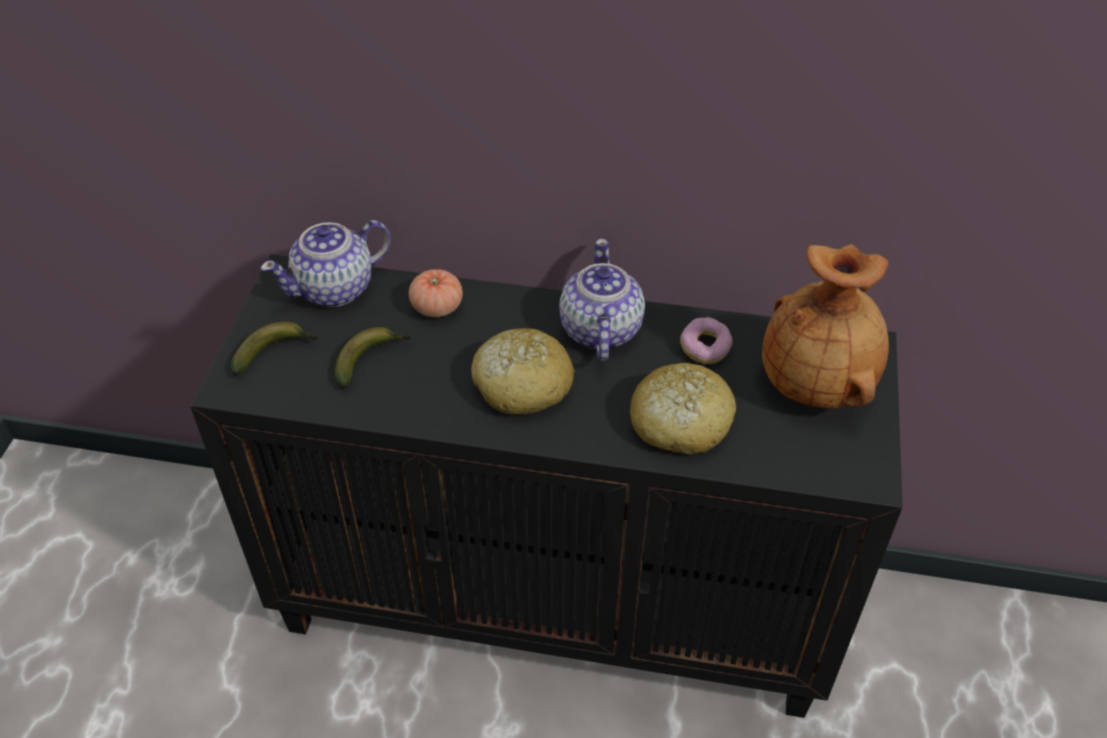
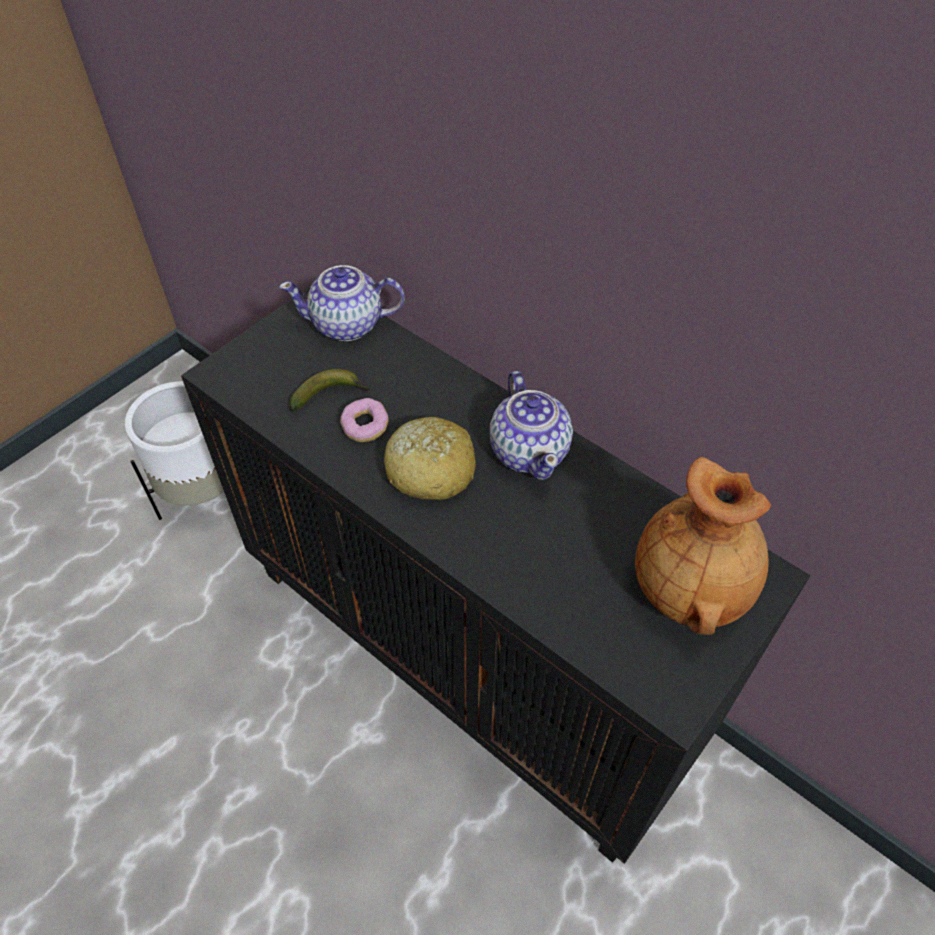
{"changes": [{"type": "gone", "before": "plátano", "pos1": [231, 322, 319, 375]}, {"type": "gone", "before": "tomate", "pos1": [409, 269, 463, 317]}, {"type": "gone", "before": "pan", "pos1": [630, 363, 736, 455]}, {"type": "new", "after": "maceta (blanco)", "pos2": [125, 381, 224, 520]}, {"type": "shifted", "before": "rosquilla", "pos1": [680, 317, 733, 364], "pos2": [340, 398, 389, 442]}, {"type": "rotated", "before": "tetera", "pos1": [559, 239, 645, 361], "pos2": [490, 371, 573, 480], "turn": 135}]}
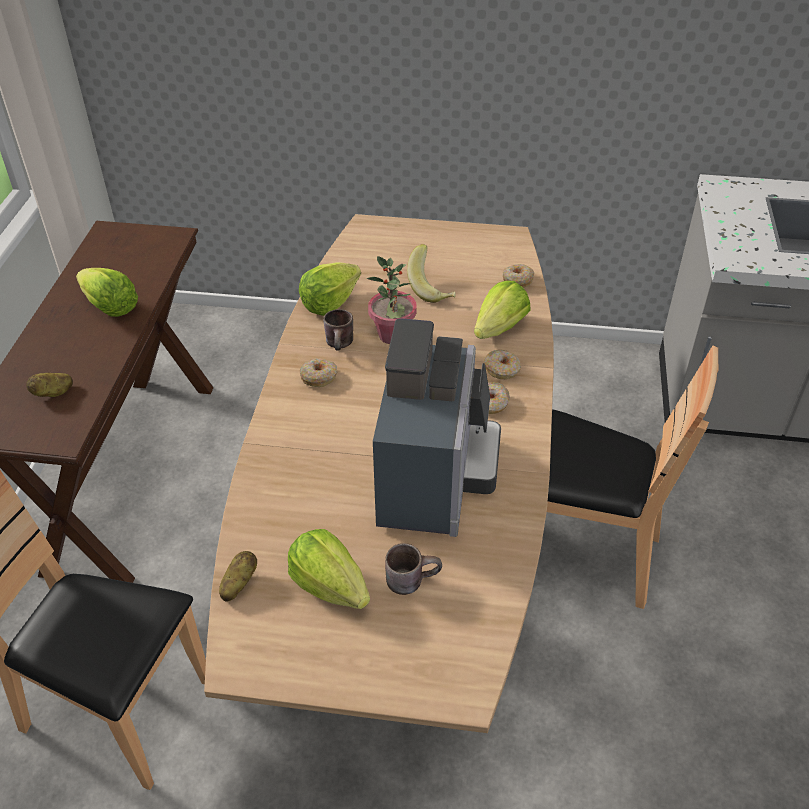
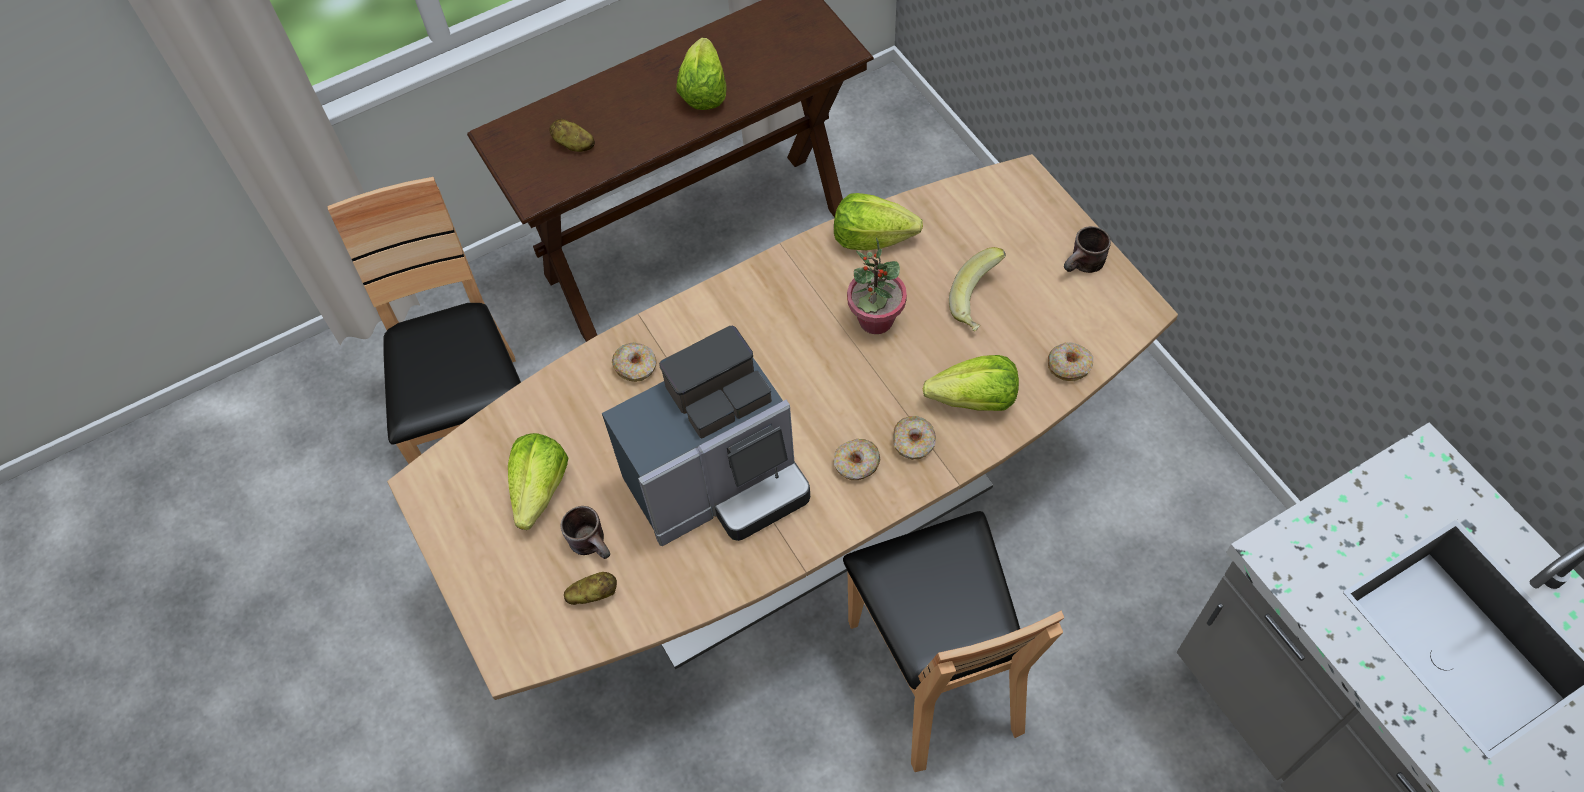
{"changes": [{"type": "shifted", "before": "patata", "pos1": [219, 551, 257, 602], "pos2": [564, 572, 617, 605]}, {"type": "shifted", "before": "rosquilla", "pos1": [299, 358, 337, 387], "pos2": [612, 342, 657, 382]}, {"type": "shifted", "before": "taza grande (marrón)", "pos1": [323, 309, 353, 351], "pos2": [1064, 226, 1111, 273]}]}
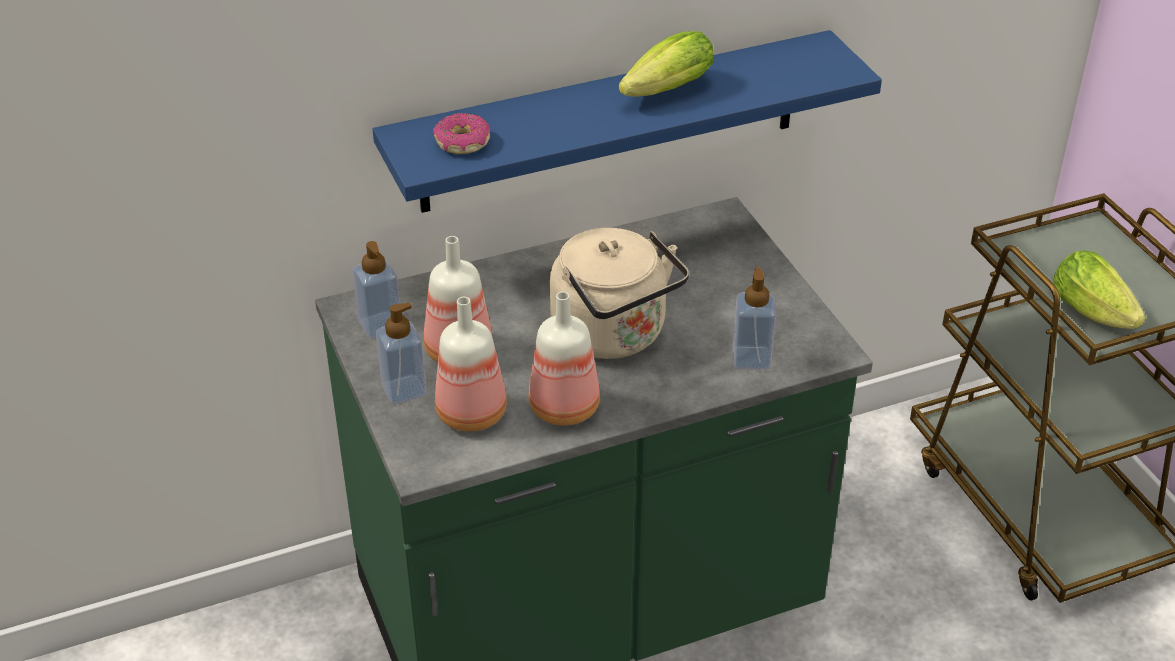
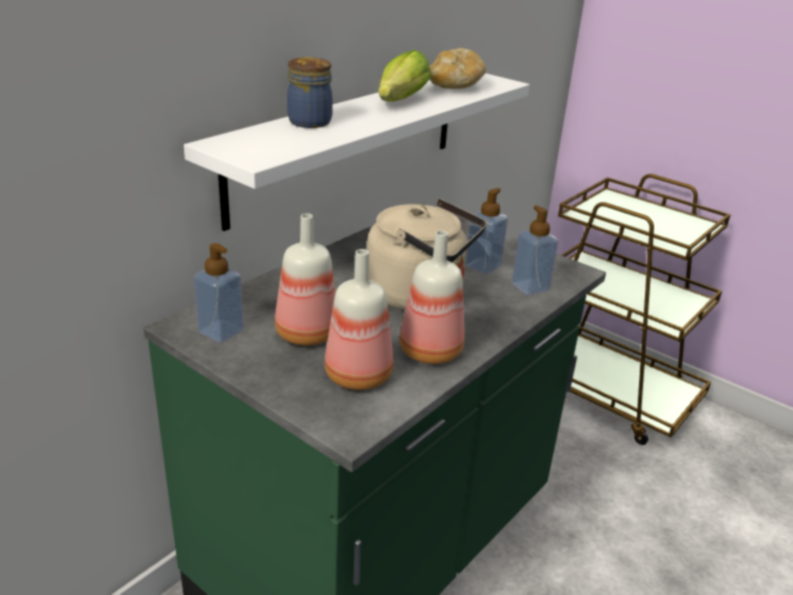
{"changes": [{"type": "gone", "before": "rosquilla", "pos1": [433, 113, 490, 154]}, {"type": "gone", "before": "lechuga", "pos1": [1053, 250, 1146, 329]}, {"type": "new", "after": "tarro", "pos2": [287, 57, 333, 128]}, {"type": "new", "after": "pan", "pos2": [430, 48, 486, 89]}, {"type": "shifted", "before": "dispensador de jabón", "pos1": [376, 303, 426, 404], "pos2": [465, 188, 508, 274]}, {"type": "repainted", "before": "estante (azul)", "after": "estante (blanco)", "pos1": [372, 30, 882, 213], "pos2": [184, 73, 530, 231]}]}
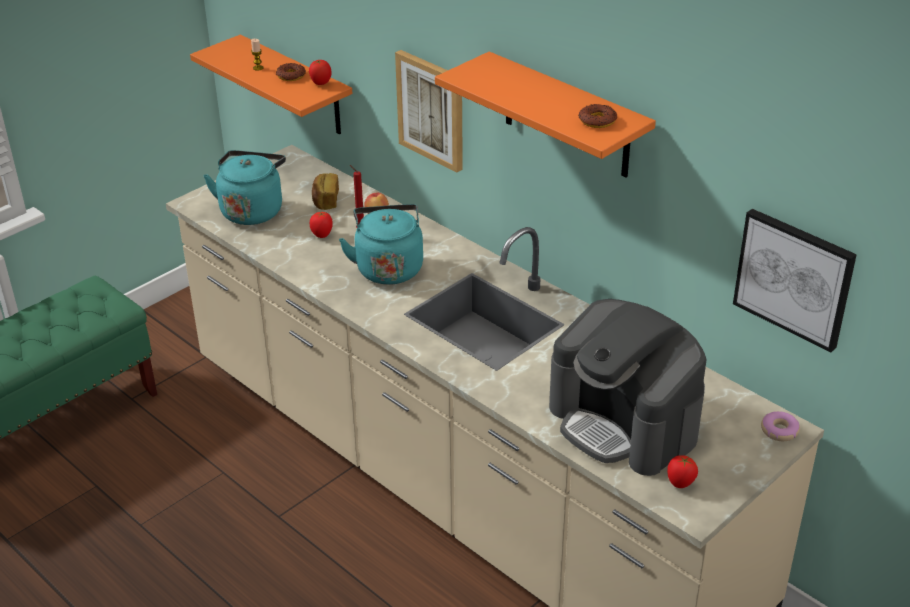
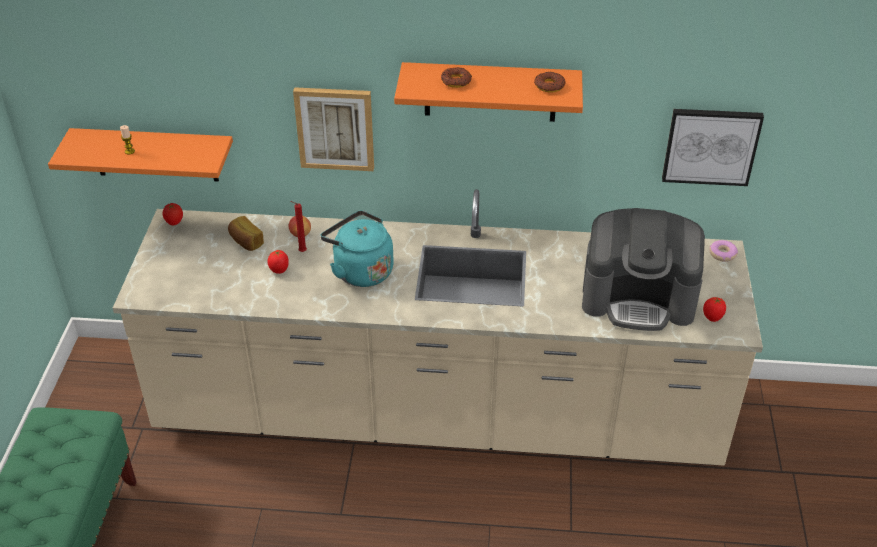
{"changes": [{"type": "gone", "before": "hervidor (turquesa)", "pos1": [203, 150, 286, 225]}, {"type": "shifted", "before": "rosquilla", "pos1": [275, 63, 306, 81], "pos2": [441, 67, 472, 88]}, {"type": "shifted", "before": "tomate", "pos1": [309, 60, 332, 85], "pos2": [163, 203, 183, 225]}]}
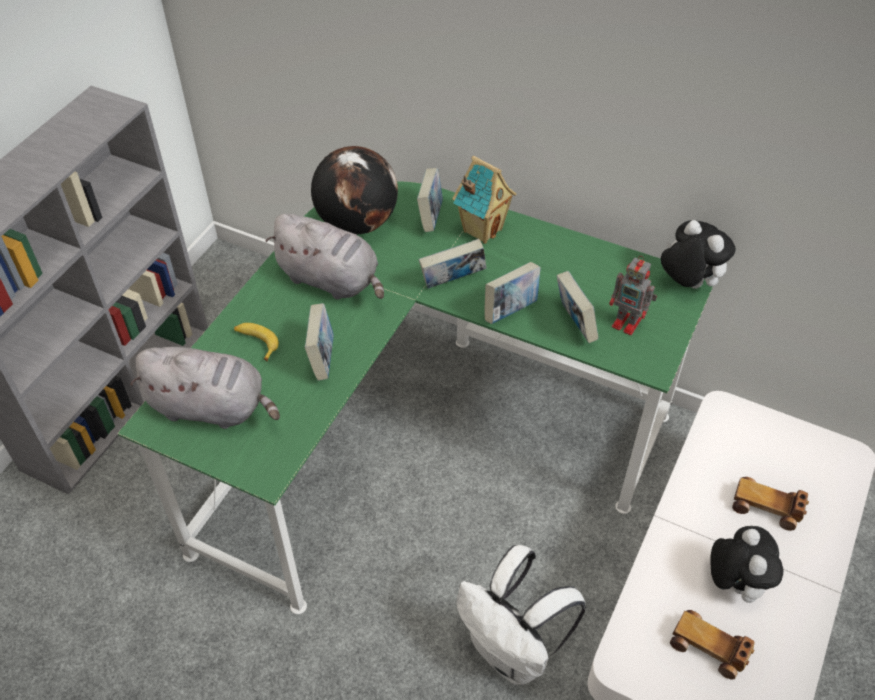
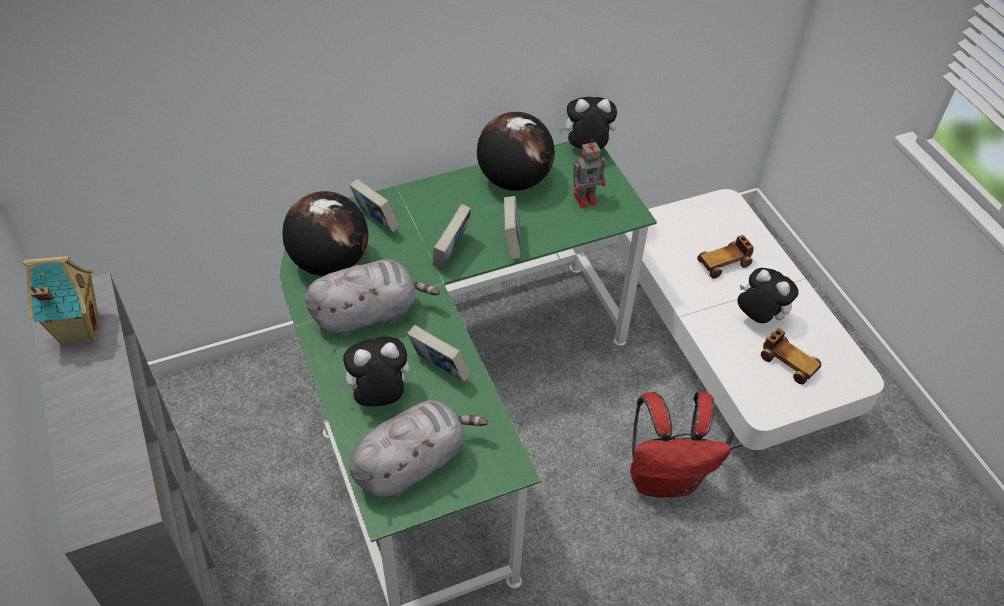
{"changes": [{"type": "gone", "before": "libro", "pos1": [557, 271, 599, 343]}, {"type": "new", "after": "globo terráqueo", "pos2": [477, 112, 555, 191]}, {"type": "shifted", "before": "casita", "pos1": [452, 156, 516, 244], "pos2": [23, 256, 98, 344]}, {"type": "swapped", "before": "plátano", "after": "peluche", "pos1": [234, 323, 279, 362], "pos2": [339, 336, 409, 406]}, {"type": "repainted", "before": "mochila (blanco)", "after": "mochila (rojo)", "pos1": [456, 545, 586, 685], "pos2": [630, 391, 731, 497]}, {"type": "rotated", "before": "coche de juguete", "pos1": [670, 610, 755, 679], "pos2": [761, 328, 821, 385], "turn": -120}]}
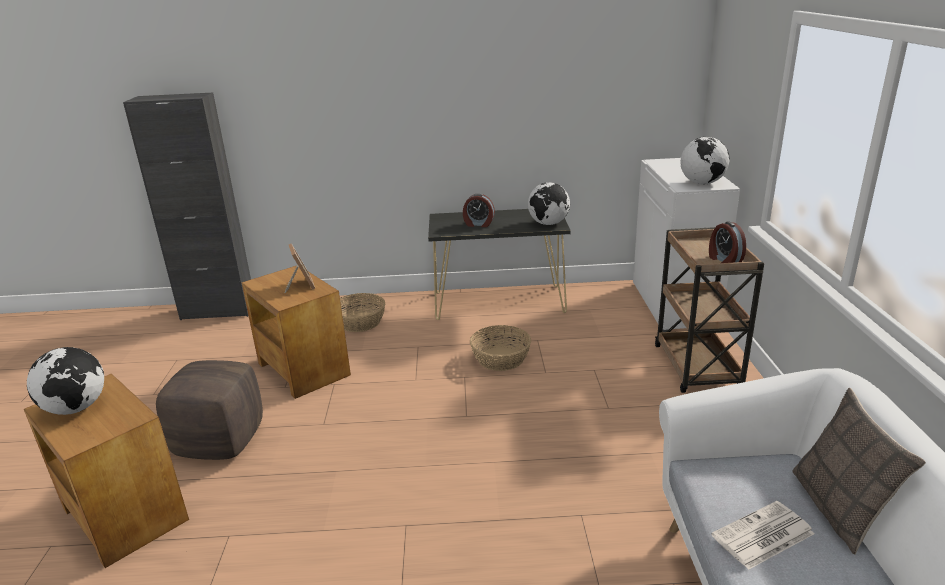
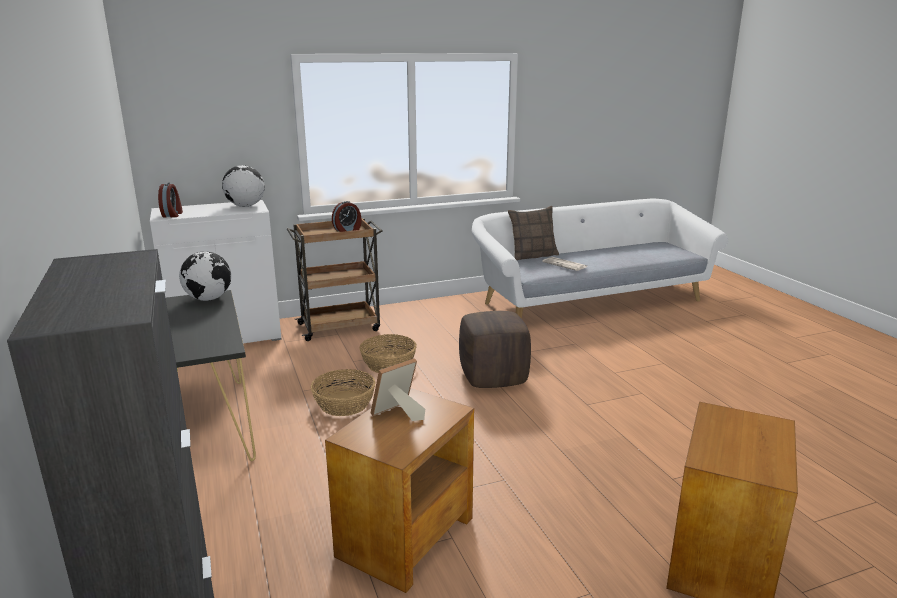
{"changes": [{"type": "gone", "before": "globo terráqueo", "pos1": [27, 347, 104, 415]}, {"type": "shifted", "before": "puf (marrón)", "pos1": [156, 360, 263, 460], "pos2": [459, 311, 531, 388]}, {"type": "shifted", "before": "cesta", "pos1": [340, 293, 385, 332], "pos2": [360, 334, 417, 373]}, {"type": "shifted", "before": "despertador", "pos1": [463, 194, 495, 227], "pos2": [158, 183, 183, 218]}]}
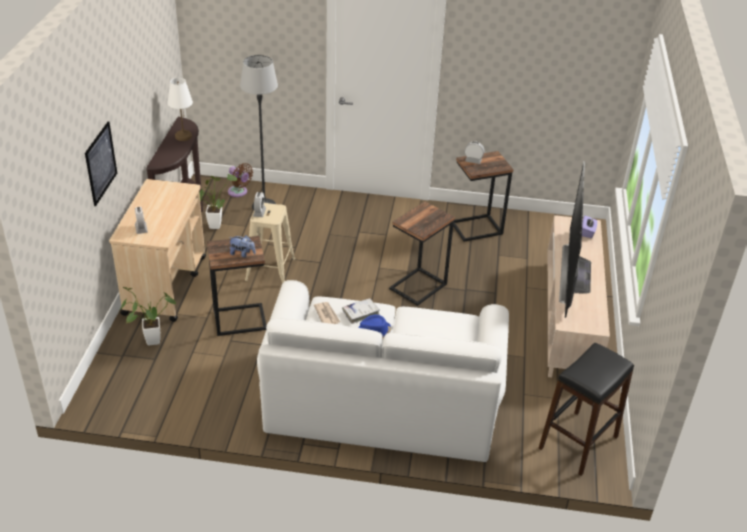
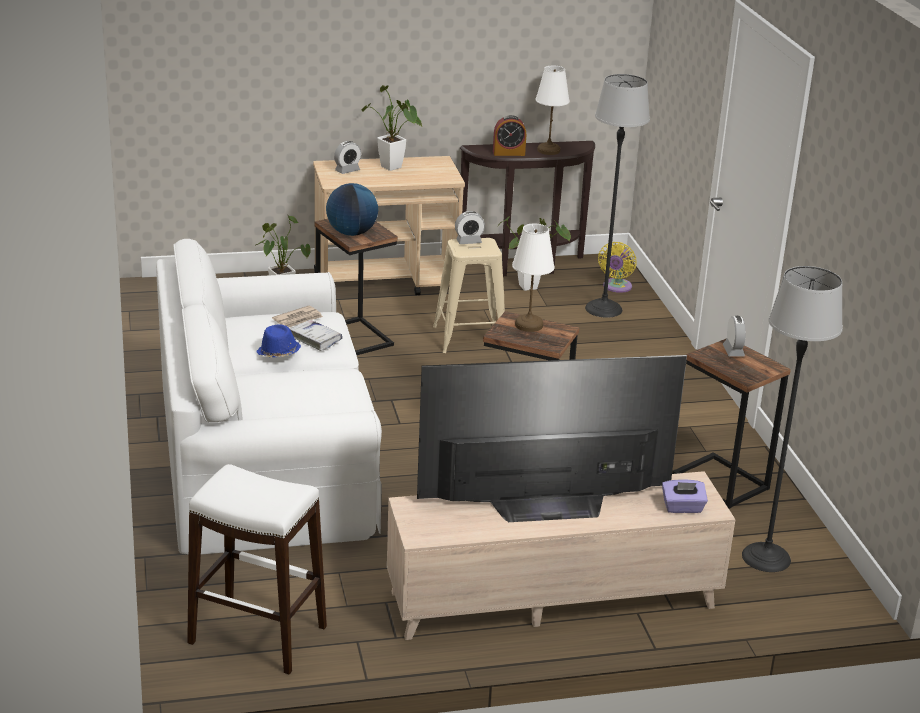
{"changes": [{"type": "gone", "before": "cuadro", "pos1": [85, 121, 117, 206]}, {"type": "new", "after": "planta en maceta", "pos2": [361, 85, 422, 171]}, {"type": "new", "after": "despertador", "pos2": [493, 115, 526, 156]}, {"type": "new", "after": "lámpara de mesa (blanco)", "pos2": [512, 223, 555, 332]}, {"type": "new", "after": "lámpara de pie", "pos2": [742, 266, 843, 572]}, {"type": "swapped", "before": "peluche", "after": "globo terráqueo", "pos1": [229, 235, 256, 258], "pos2": [326, 183, 378, 236]}, {"type": "repainted", "before": "ventilador (marrón)", "after": "ventilador (amarillo)", "pos1": [228, 163, 253, 197], "pos2": [598, 242, 637, 293]}, {"type": "repainted", "before": "taburete (negro)", "after": "taburete (blanco)", "pos1": [539, 343, 634, 476], "pos2": [187, 464, 327, 675]}]}
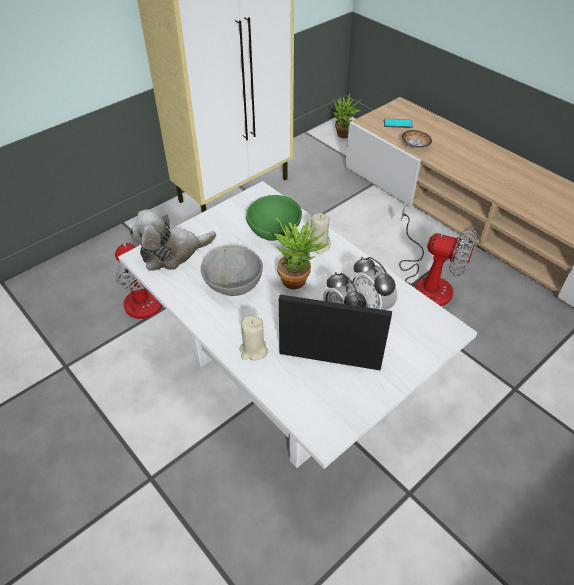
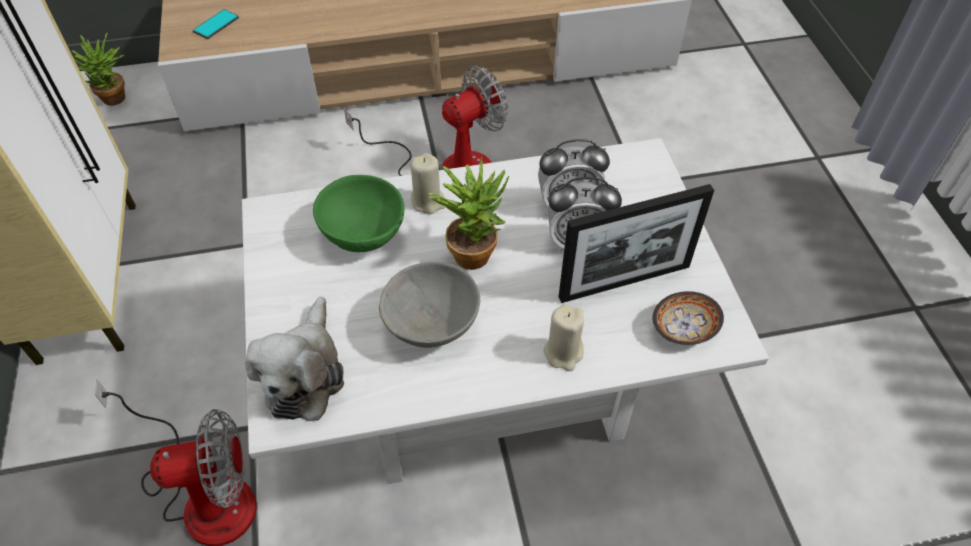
{"changes": [{"type": "shifted", "before": "cuenco", "pos1": [402, 130, 432, 148], "pos2": [653, 291, 724, 345]}, {"type": "rotated", "before": "portarretratos", "pos1": [279, 295, 392, 370], "pos2": [559, 184, 714, 303], "turn": -150}]}
